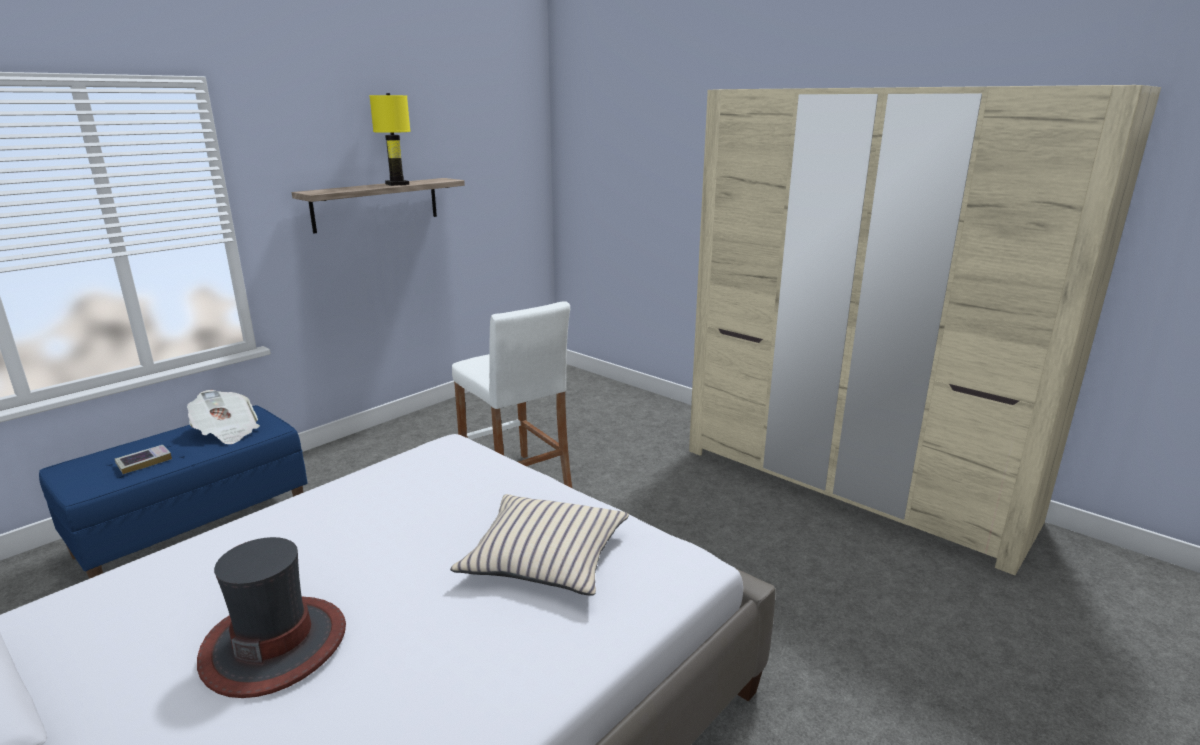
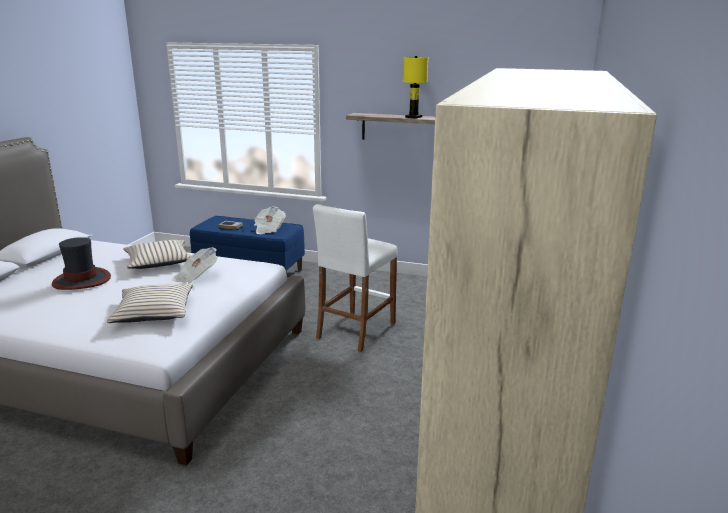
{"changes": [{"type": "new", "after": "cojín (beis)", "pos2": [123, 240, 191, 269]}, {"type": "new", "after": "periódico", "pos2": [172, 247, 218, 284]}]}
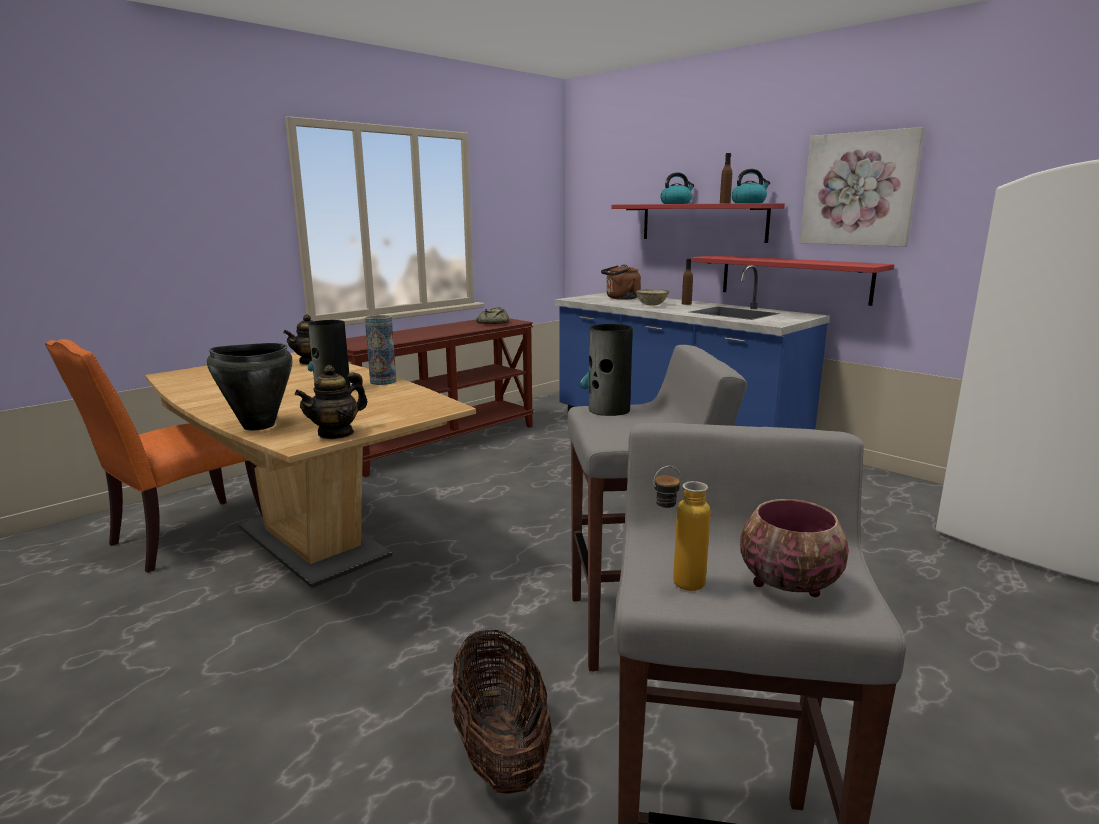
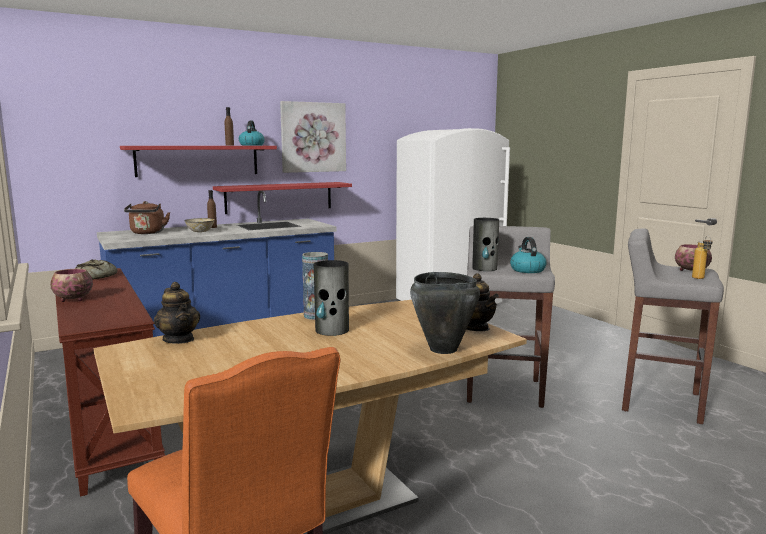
{"changes": [{"type": "gone", "before": "cesta", "pos1": [451, 629, 552, 794]}, {"type": "new", "after": "cuenco", "pos2": [50, 269, 93, 302]}, {"type": "shifted", "before": "hervidor", "pos1": [660, 172, 694, 204], "pos2": [510, 237, 547, 273]}]}
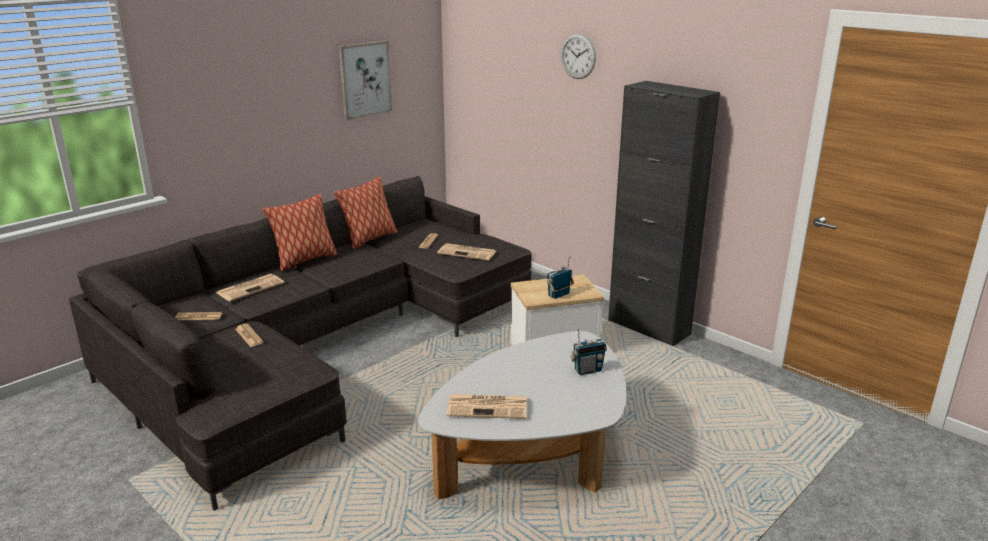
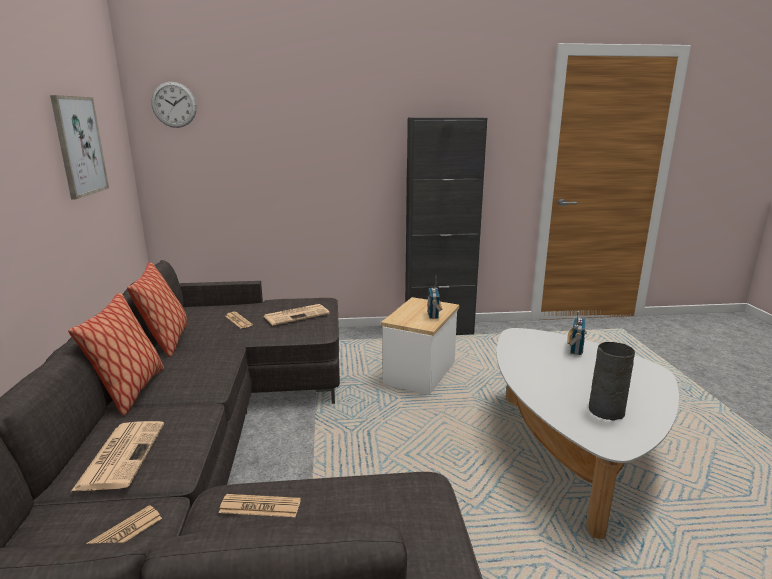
{"changes": [{"type": "shifted", "before": "reloj de pared", "pos1": [561, 34, 596, 79], "pos2": [151, 82, 197, 128]}, {"type": "swapped", "before": "periódico", "after": "florero (gris)", "pos1": [447, 394, 527, 419], "pos2": [589, 342, 635, 421]}]}
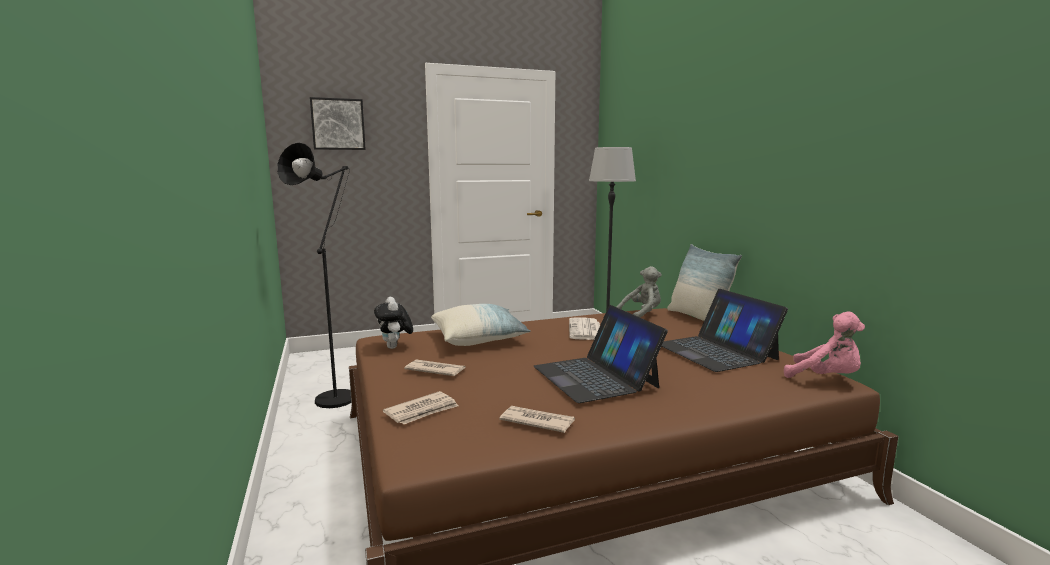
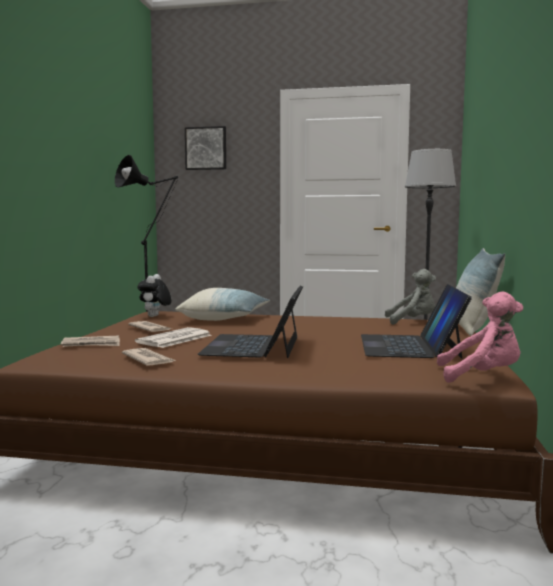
{"changes": [{"type": "shifted", "before": "periódico", "pos1": [569, 318, 600, 340], "pos2": [135, 327, 211, 348]}, {"type": "rotated", "before": "peluche (rosa)", "pos1": [784, 311, 865, 378], "pos2": [437, 291, 523, 383], "turn": -60}]}
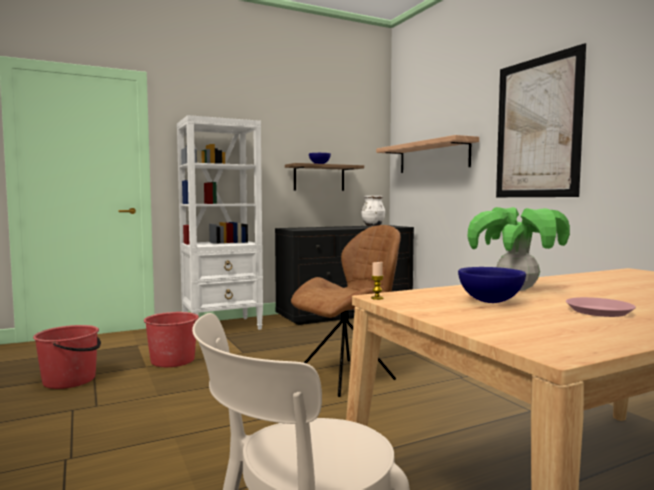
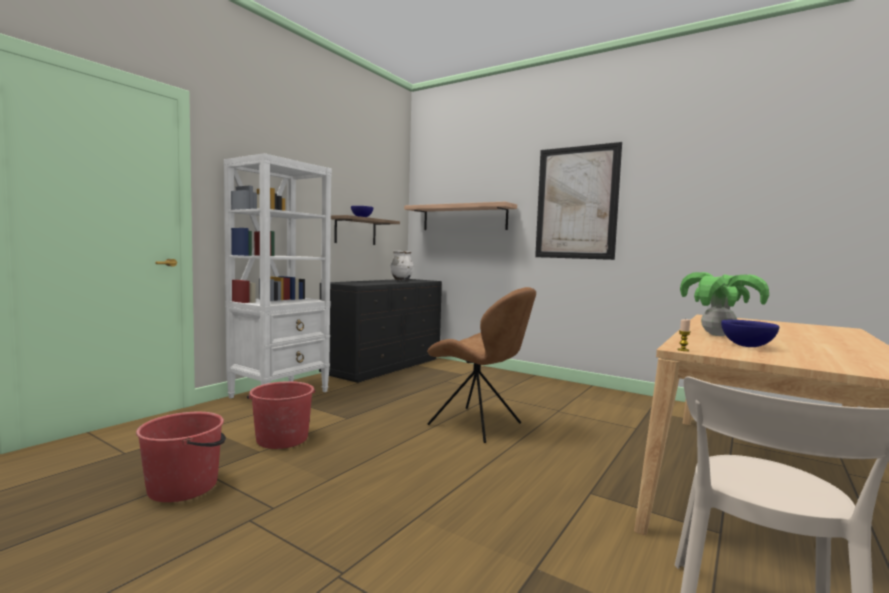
{"changes": [{"type": "gone", "before": "plato (rosa)", "pos1": [566, 297, 636, 317]}, {"type": "rotated", "before": "silla (marrón)", "pos1": [291, 225, 401, 397], "pos2": [427, 287, 536, 443], "turn": 105}]}
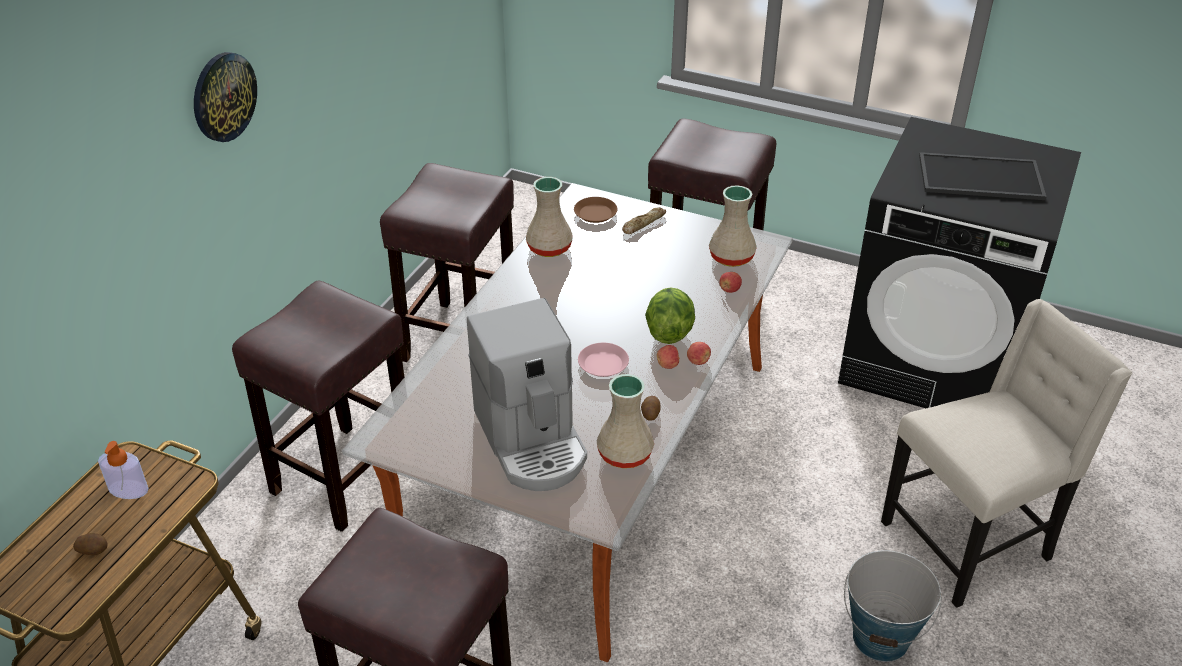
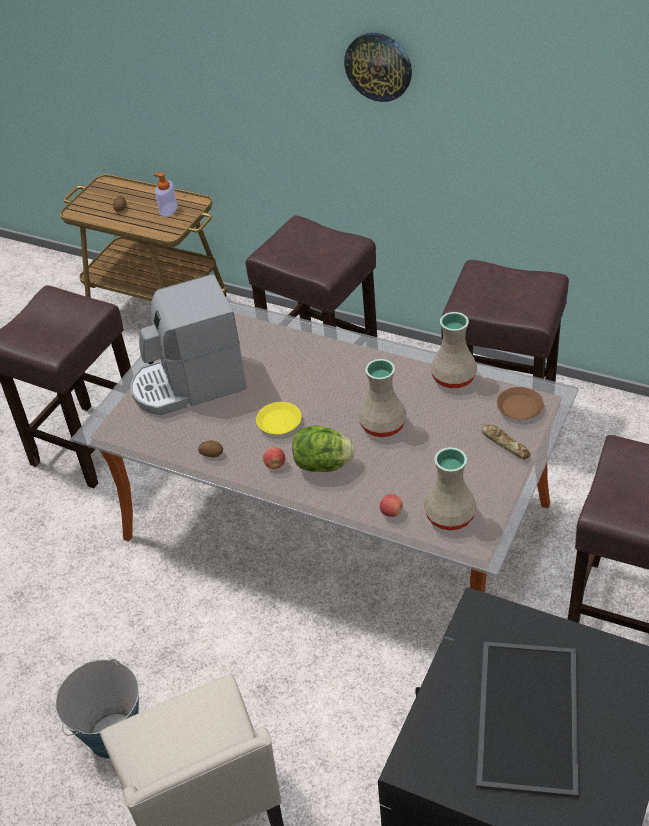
{"changes": [{"type": "gone", "before": "manzana", "pos1": [687, 342, 711, 365]}, {"type": "shifted", "before": "florero (beis)", "pos1": [597, 374, 654, 468], "pos2": [359, 359, 407, 437]}, {"type": "repainted", "before": "plato (rosa)", "after": "plato (amarillo)", "pos1": [578, 343, 629, 377], "pos2": [256, 402, 302, 434]}]}
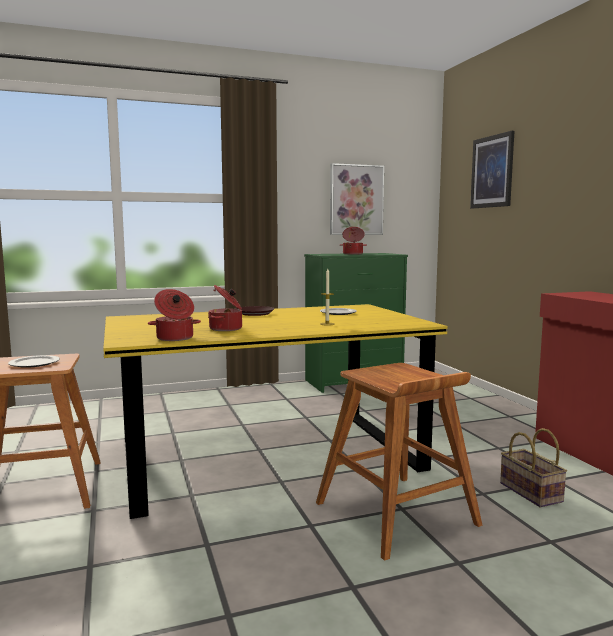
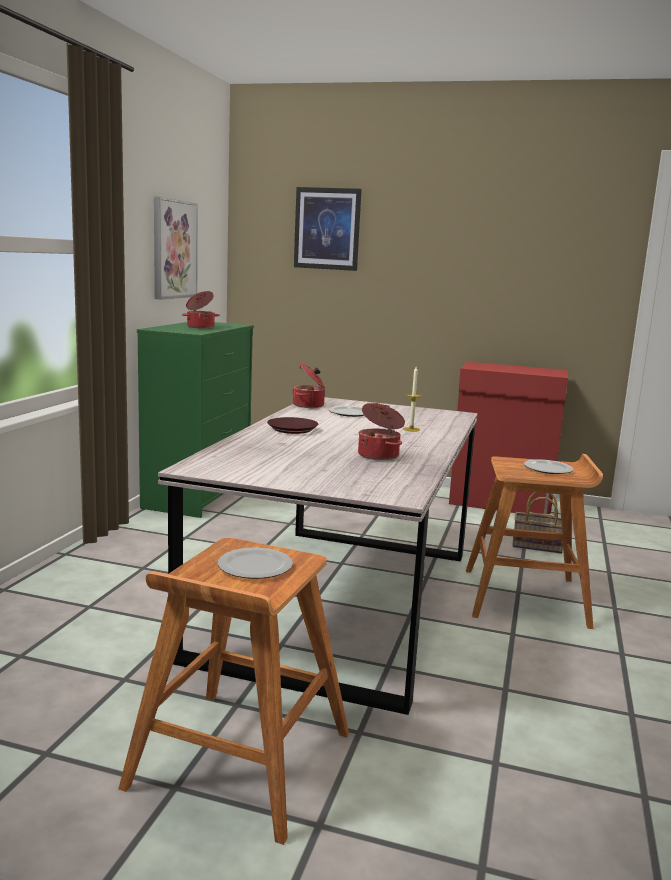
{"changes": [{"type": "new", "after": "plato", "pos2": [524, 460, 573, 474]}, {"type": "shifted", "before": "olla", "pos1": [148, 289, 201, 341], "pos2": [293, 363, 325, 408]}, {"type": "repainted", "before": "mesa de comedor (amarillo)", "after": "mesa de comedor (gris)", "pos1": [103, 304, 448, 519], "pos2": [158, 397, 478, 715]}]}
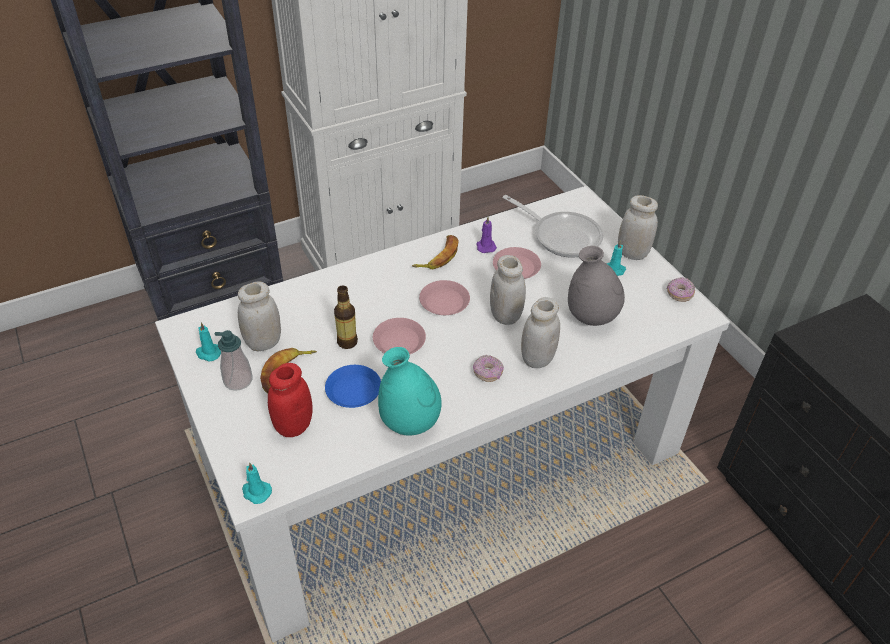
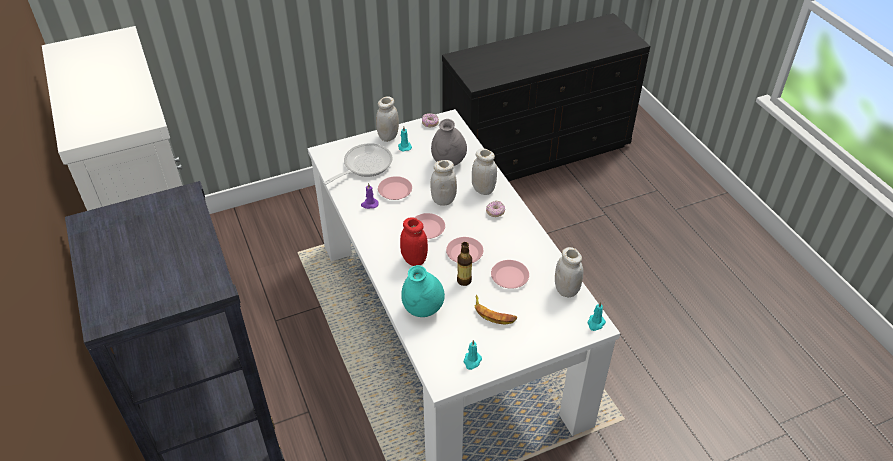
{"changes": [{"type": "gone", "before": "dispensador de jabón", "pos1": [215, 330, 252, 391]}, {"type": "gone", "before": "plátano", "pos1": [412, 235, 459, 269]}, {"type": "shifted", "before": "tarro (blanco)", "pos1": [238, 281, 281, 352], "pos2": [555, 247, 583, 297]}, {"type": "shifted", "before": "tarro (rojo)", "pos1": [268, 363, 313, 437], "pos2": [400, 217, 428, 266]}, {"type": "shifted", "before": "florero (turquesa)", "pos1": [378, 347, 442, 436], "pos2": [401, 265, 445, 317]}, {"type": "repainted", "before": "plato (azul)", "after": "plato (rosa)", "pos1": [325, 365, 381, 408], "pos2": [491, 260, 529, 289]}]}
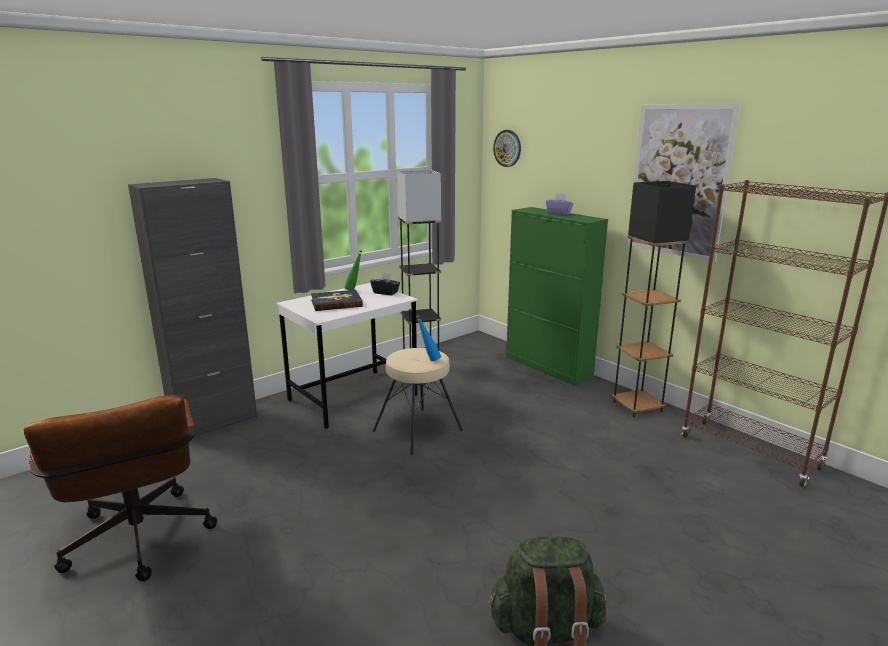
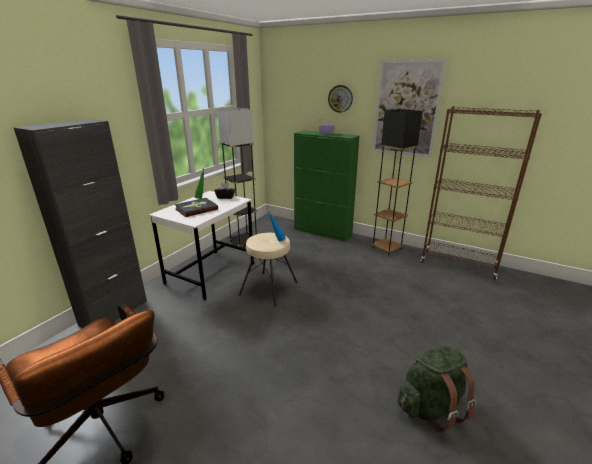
{"changes": [{"type": "shifted", "before": "reloj de pared", "pos1": [493, 130, 521, 167], "pos2": [328, 85, 353, 113]}]}
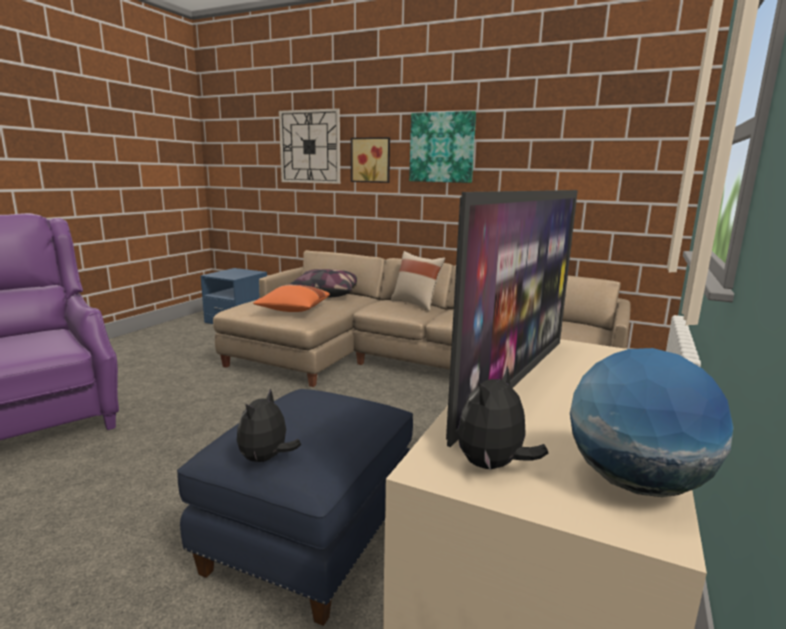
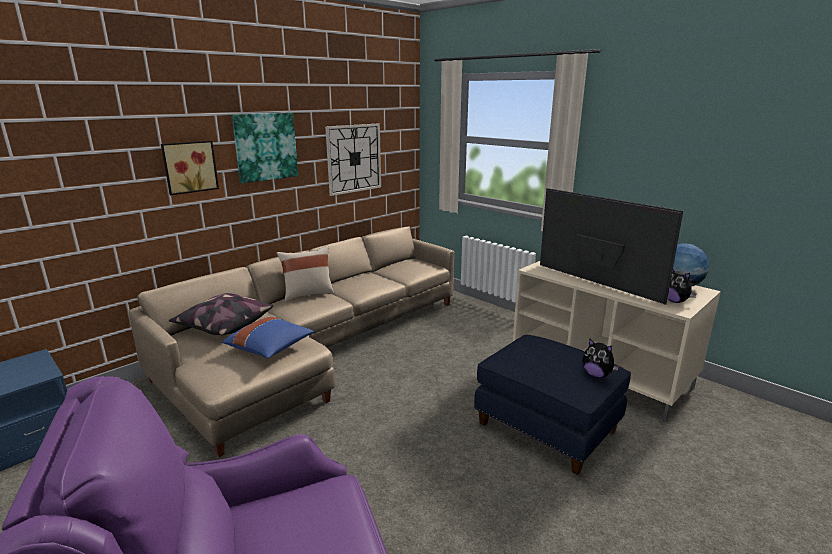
{"changes": [{"type": "shifted", "before": "reloj de pared", "pos1": [279, 108, 340, 184], "pos2": [325, 124, 381, 196]}, {"type": "repainted", "before": "cojín (naranja)", "after": "cojín (azul)", "pos1": [253, 285, 330, 312], "pos2": [222, 316, 314, 359]}]}
